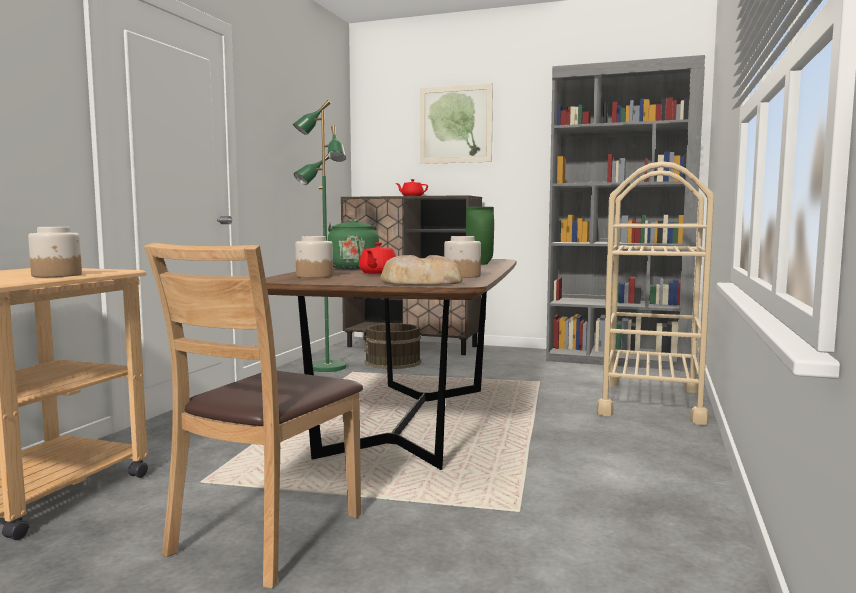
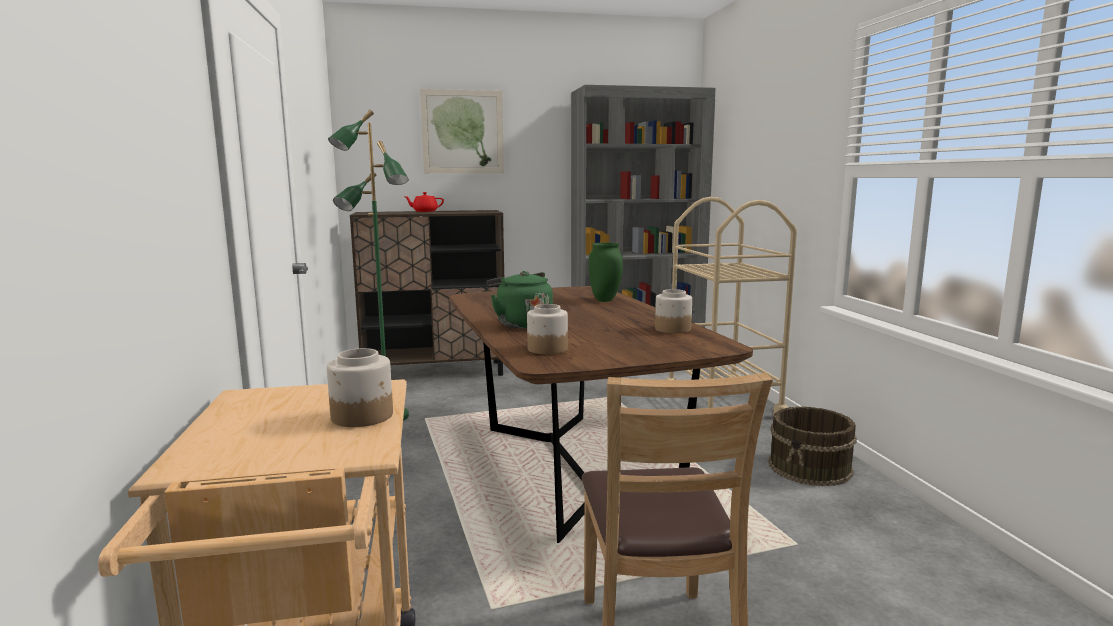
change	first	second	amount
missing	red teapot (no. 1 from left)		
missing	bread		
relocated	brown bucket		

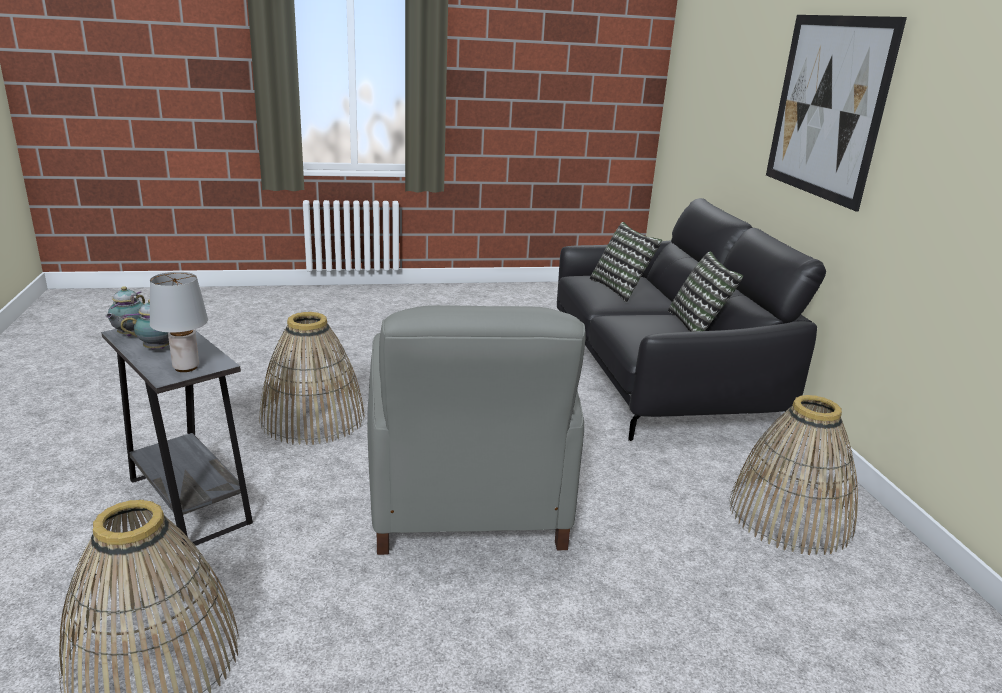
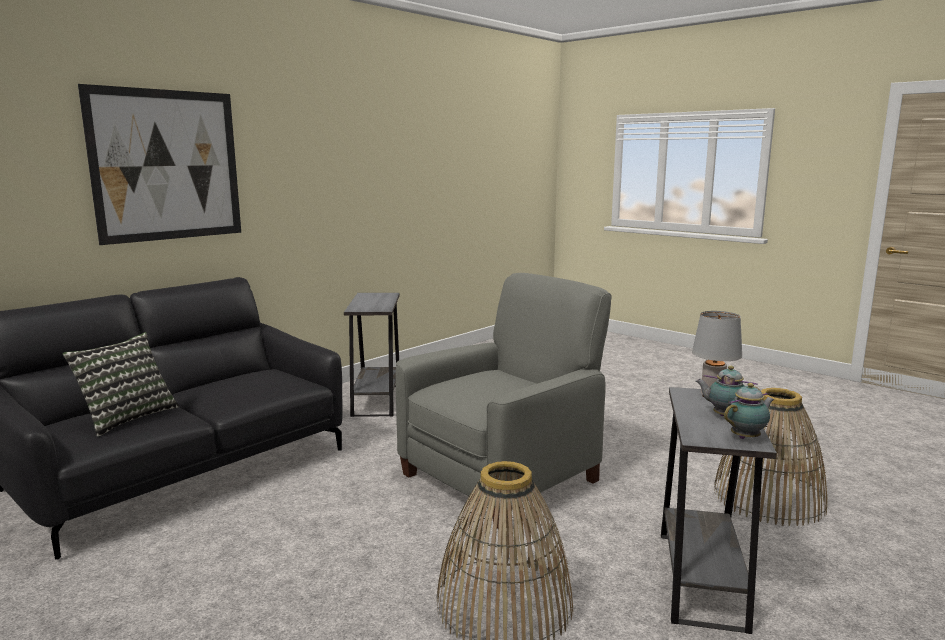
change	first	second	amount
missing	pillow (no. 2 from left)		
exchanged	basket (no. 3 from left)	grey side table (no. 1 from left)	

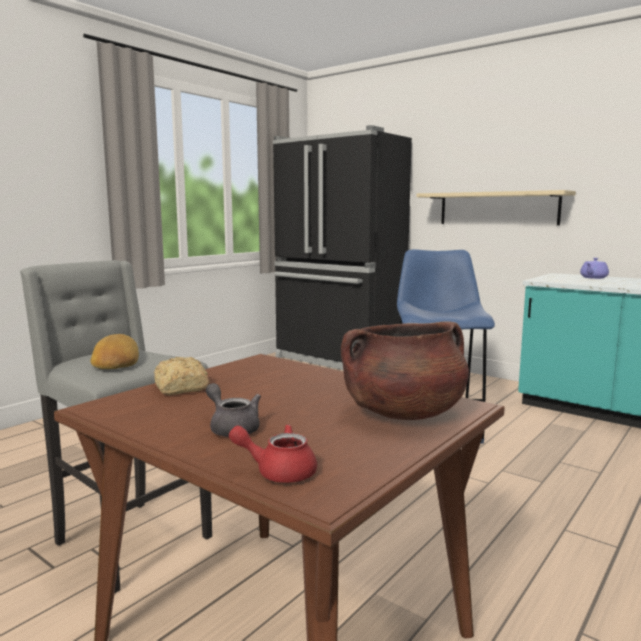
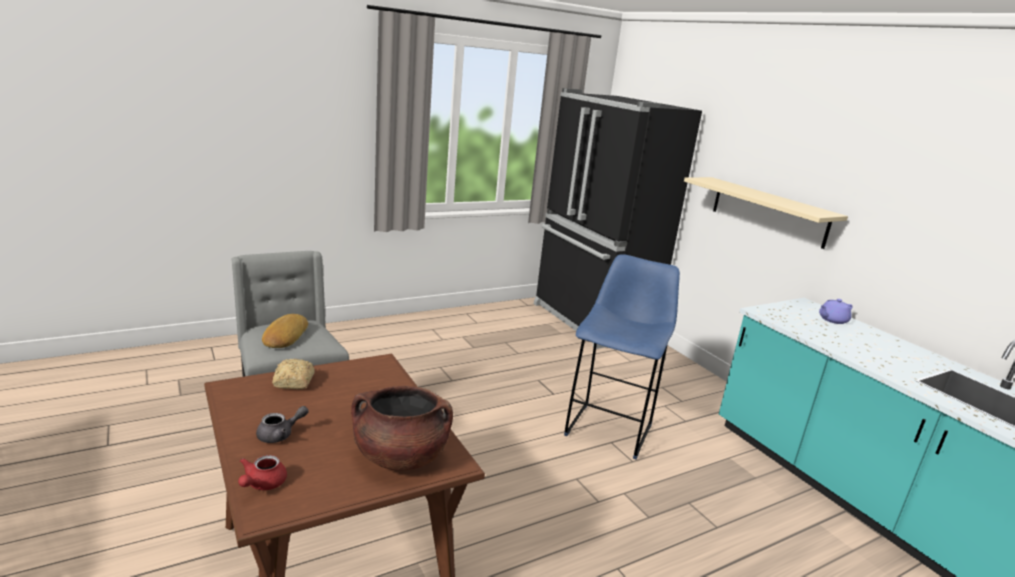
change	first	second	amount
spun	grey teapot		75 degrees clockwise
spun	red teapot		105 degrees counterclockwise

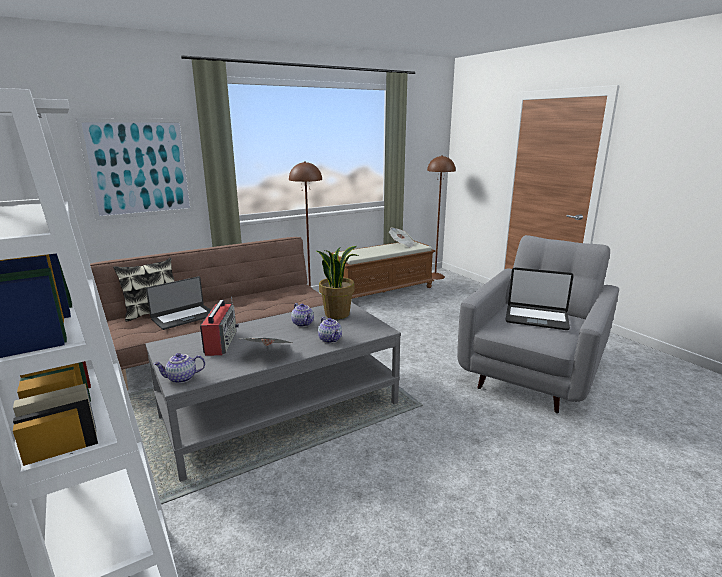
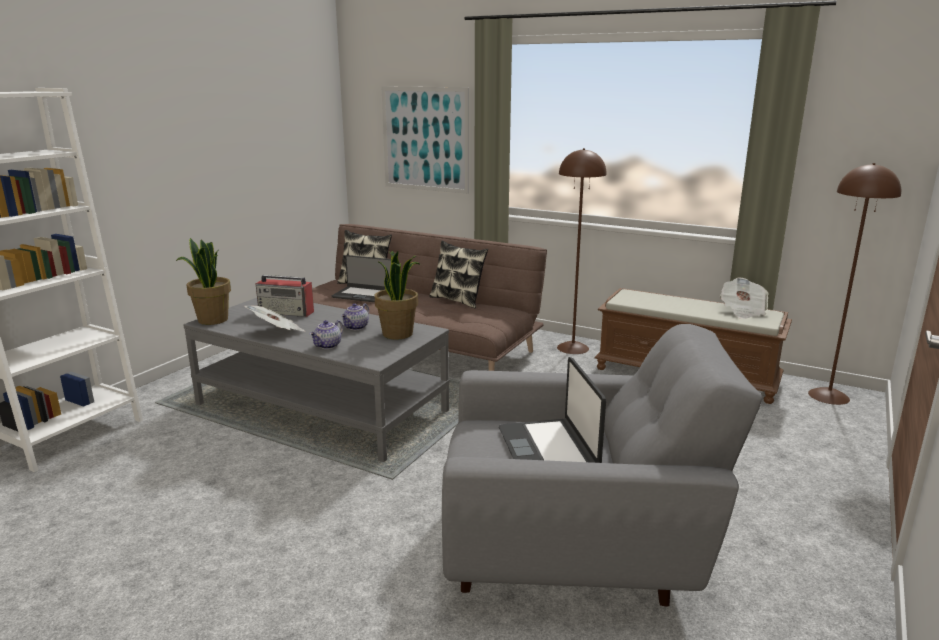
change	first	second	amount
spun	radio		45 degrees clockwise
exchanged	teapot (no. 1 from left)	potted plant (no. 1 from left)	
appeared		pillow (no. 2 from left)	

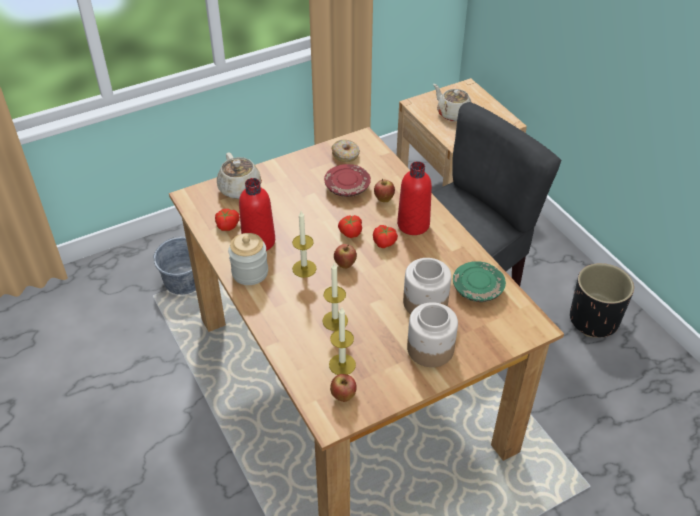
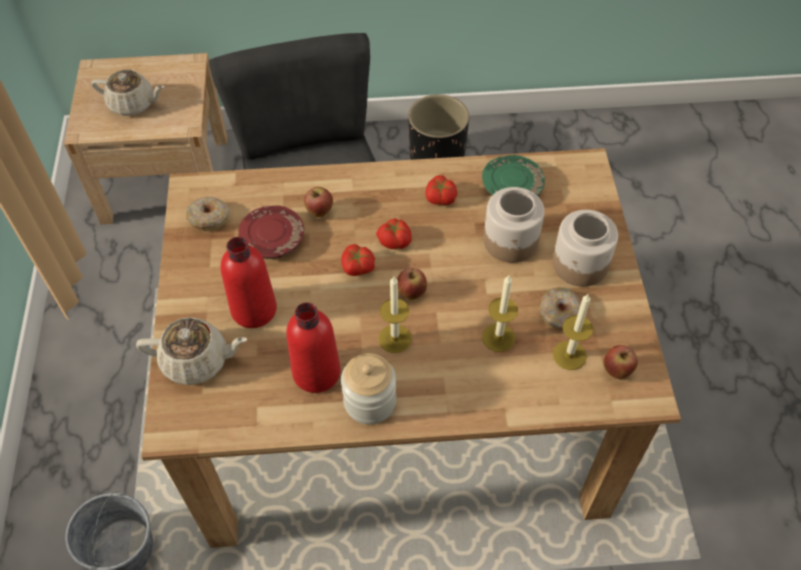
change	first	second	amount
spun	beige teapot (no. 2 from left in the first image)	beige teapot (no. 1 from left)	150 degrees counterclockwise
relocated	red bottle (no. 2 from left in the first image)	red bottle (no. 1 from left)	
relocated	tomato (no. 1 from left in the first image)	tomato (no. 3 from left)	
appeared		donut (no. 2 from left)	

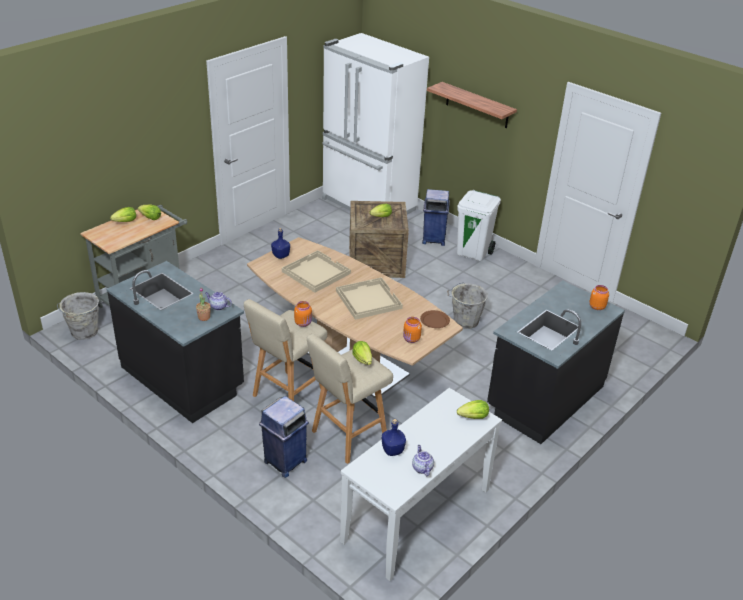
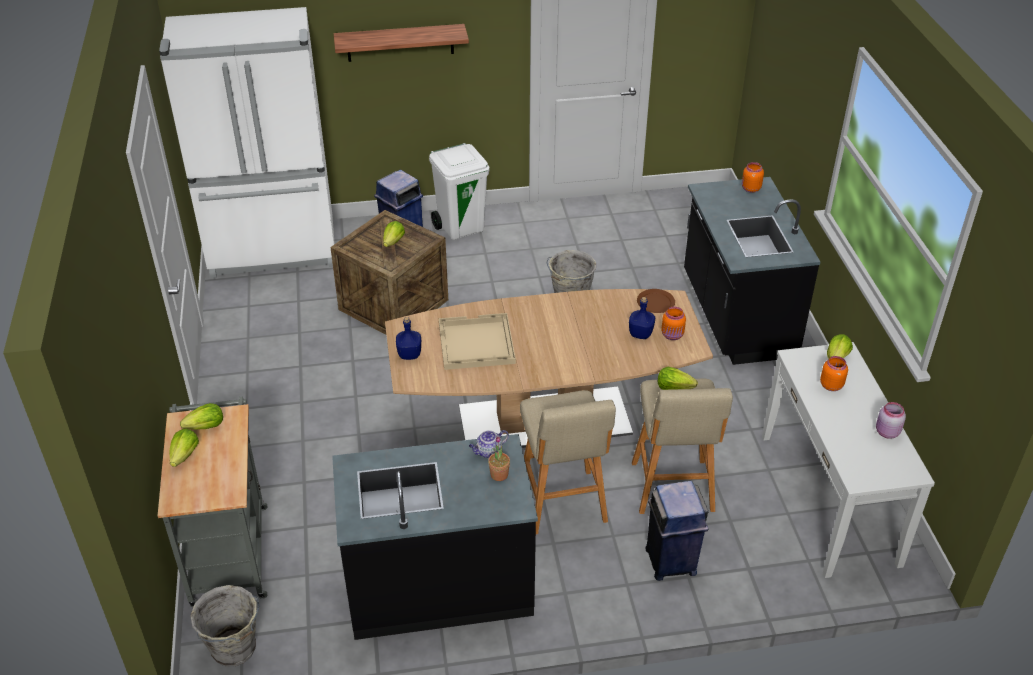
change	first	second	amount
missing	beige tray (no. 2 from left)		
relocated	orange jar (no. 1 from left in the first image)	orange jar (no. 3 from left)	
relocated	blue bottle (no. 2 from left)		
exchanged	teapot (no. 2 from left)	pink jar	

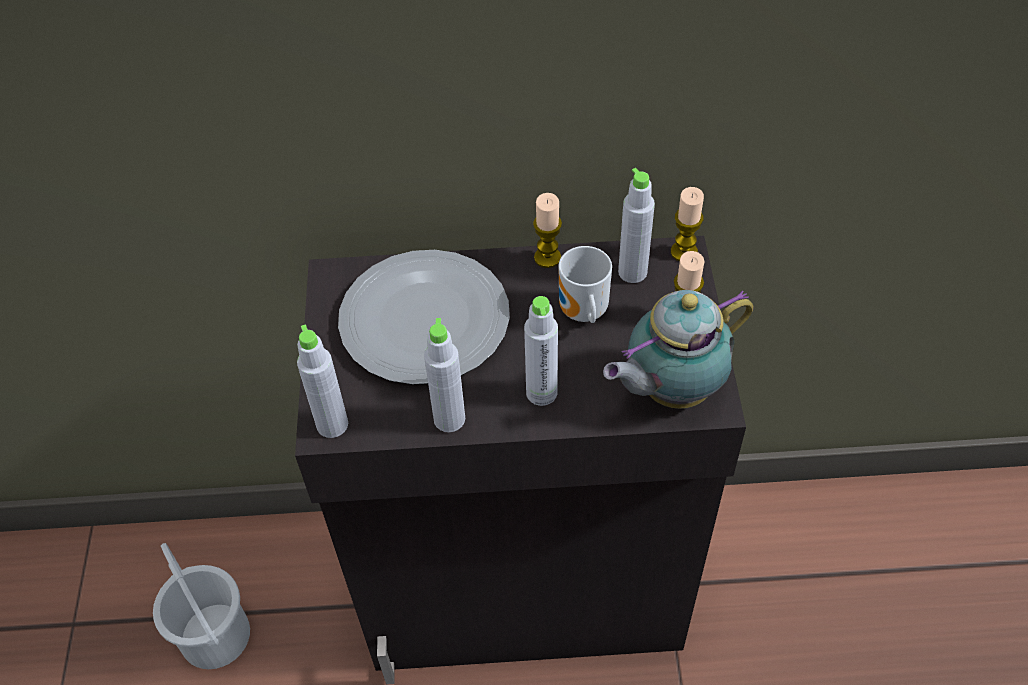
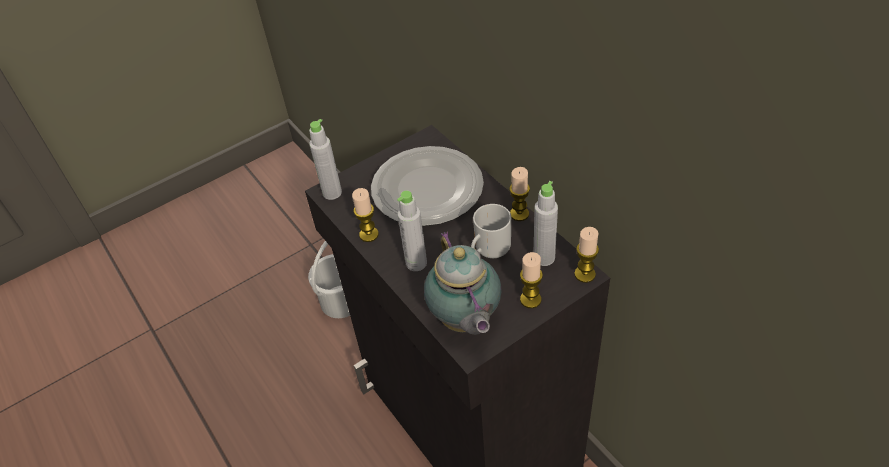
change	first	second	amount
spun	teapot		135 degrees counterclockwise
exchanged	grey bottle (no. 2 from left)	candle (no. 1 from left)	

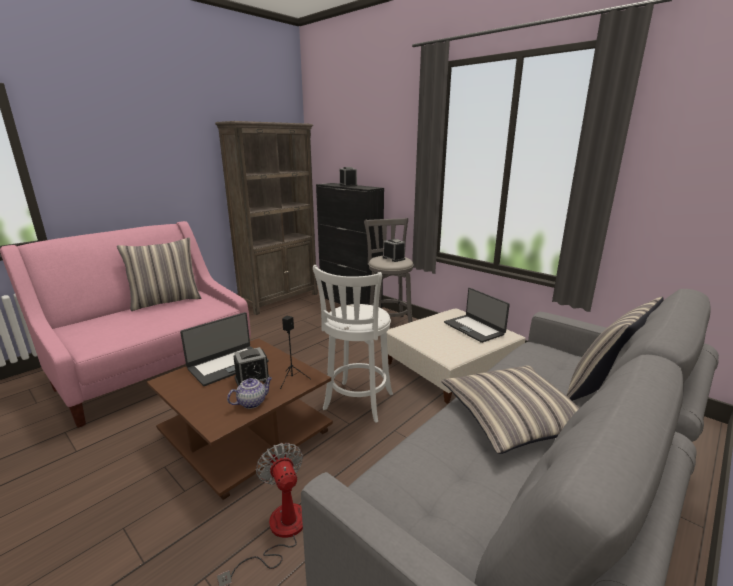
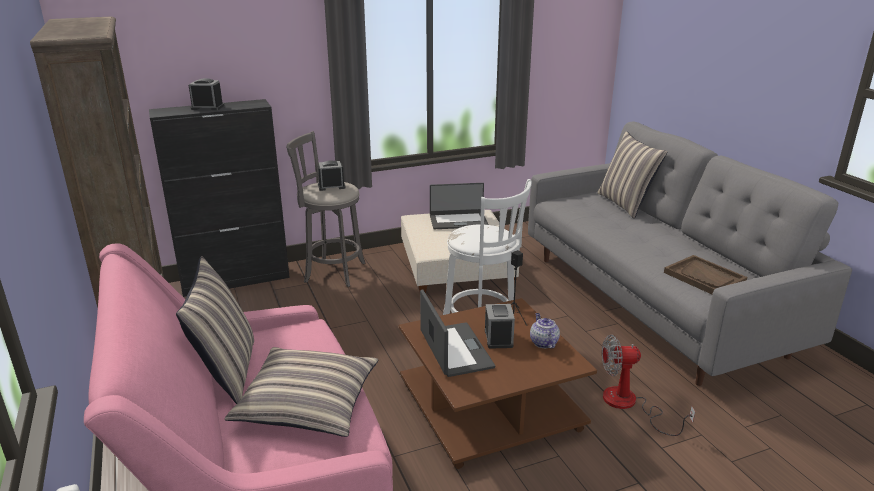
change	first	second	amount
relocated	pillow (no. 2 from left)		
appeared		brown tray	

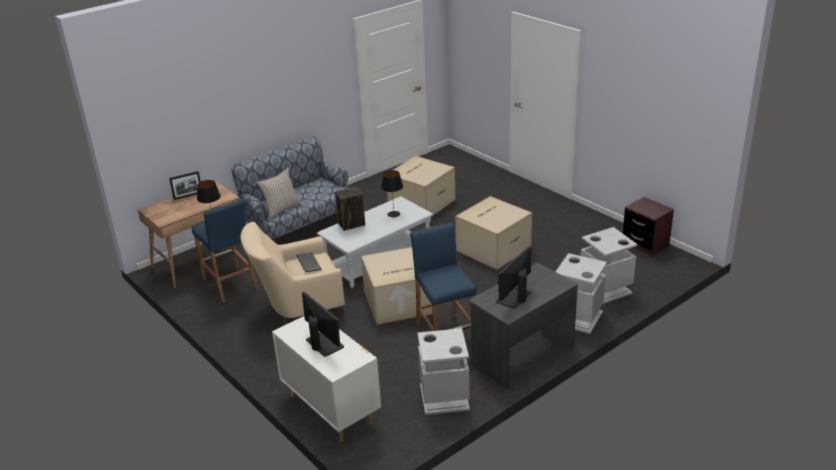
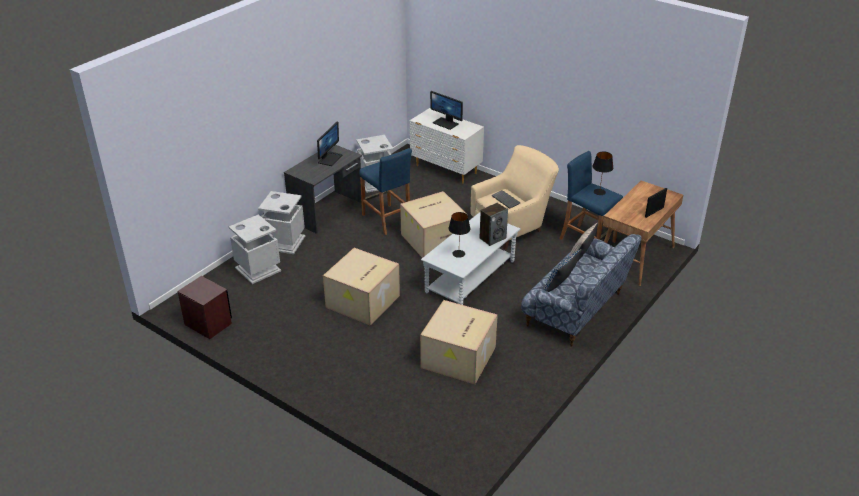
change	first	second	amount
appeared		blue pillow	

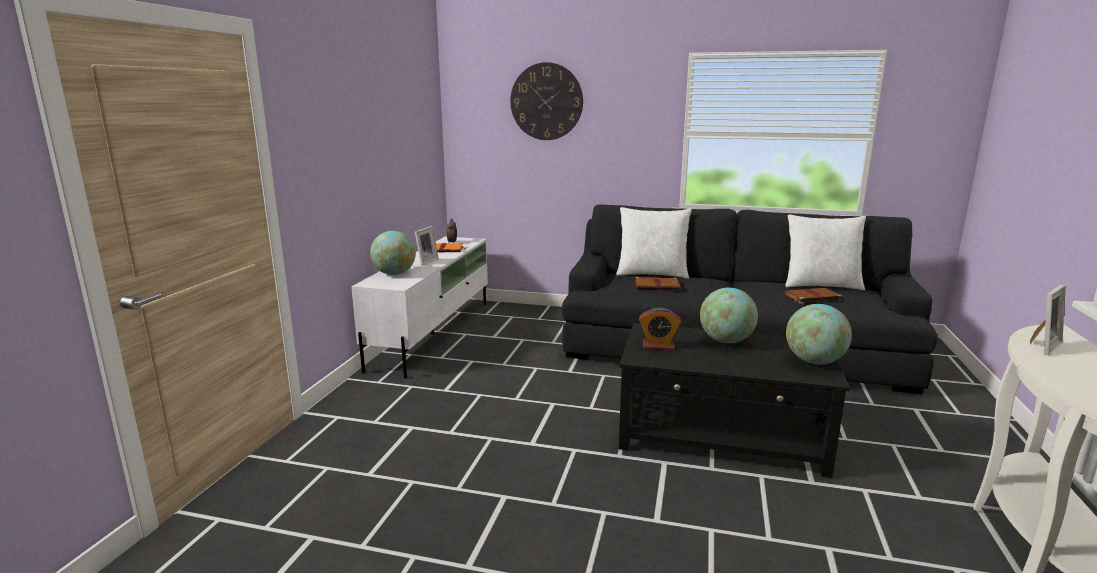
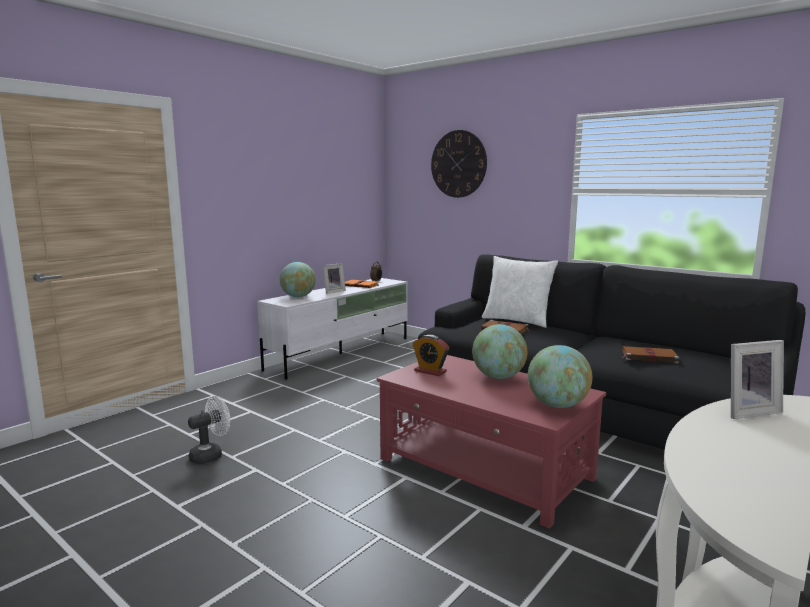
change	first	second	amount
missing	white pillow (no. 2 from left)		
colour	black coffee table	red coffee table	
appeared		white fan	

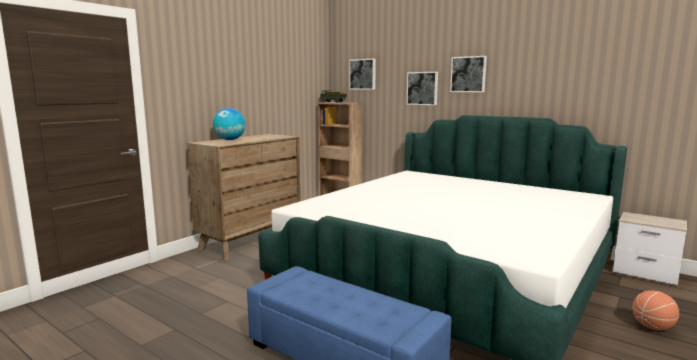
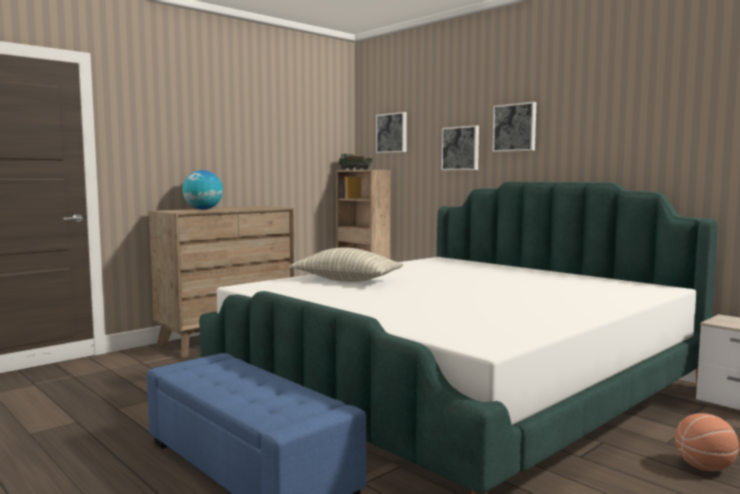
change	first	second	amount
appeared		pillow	

